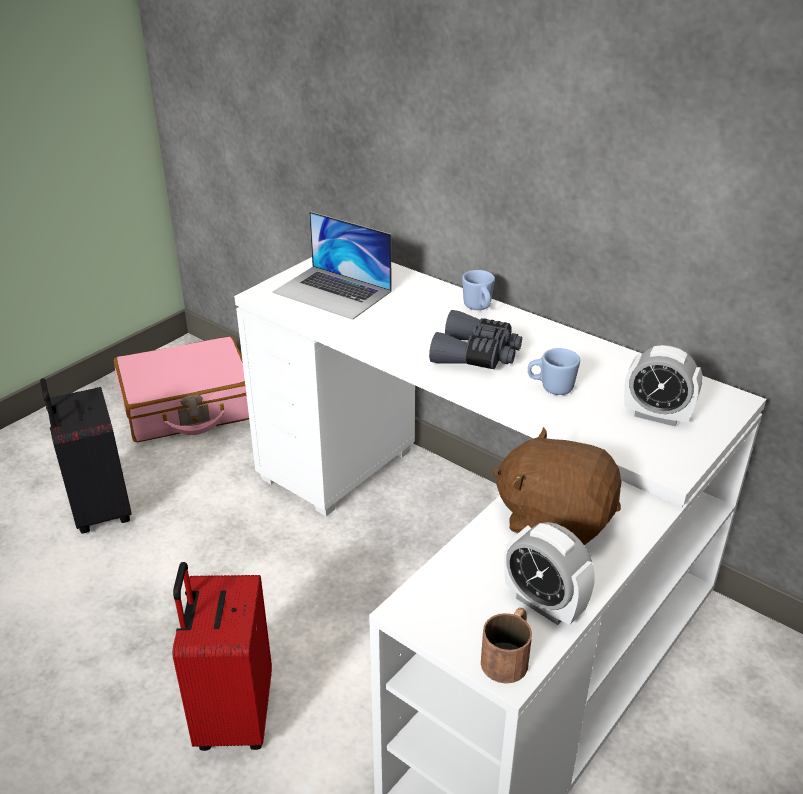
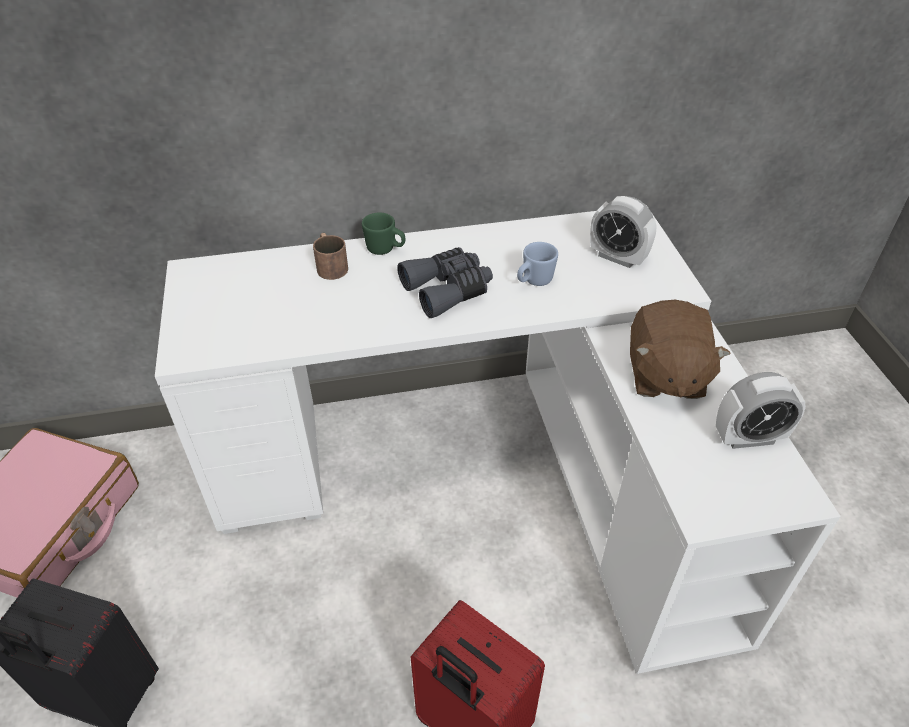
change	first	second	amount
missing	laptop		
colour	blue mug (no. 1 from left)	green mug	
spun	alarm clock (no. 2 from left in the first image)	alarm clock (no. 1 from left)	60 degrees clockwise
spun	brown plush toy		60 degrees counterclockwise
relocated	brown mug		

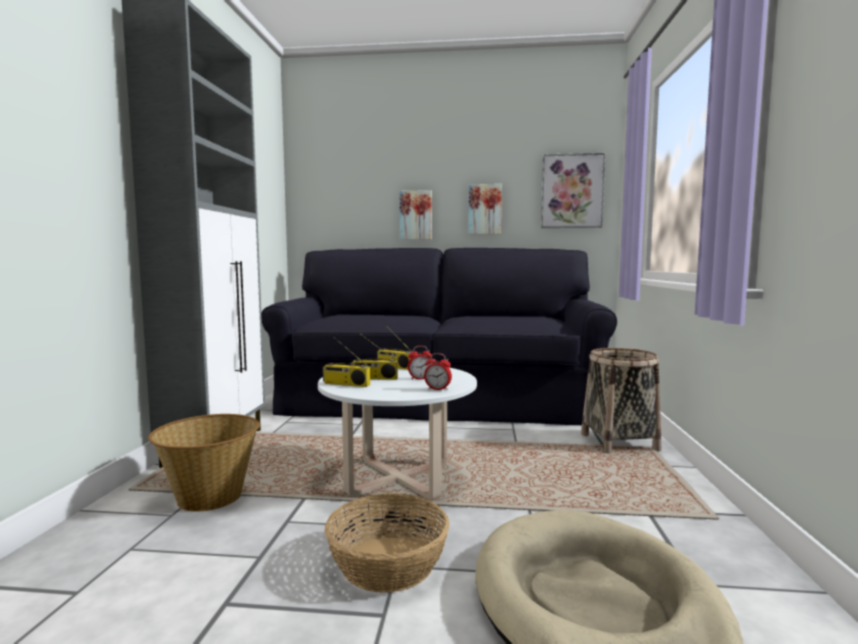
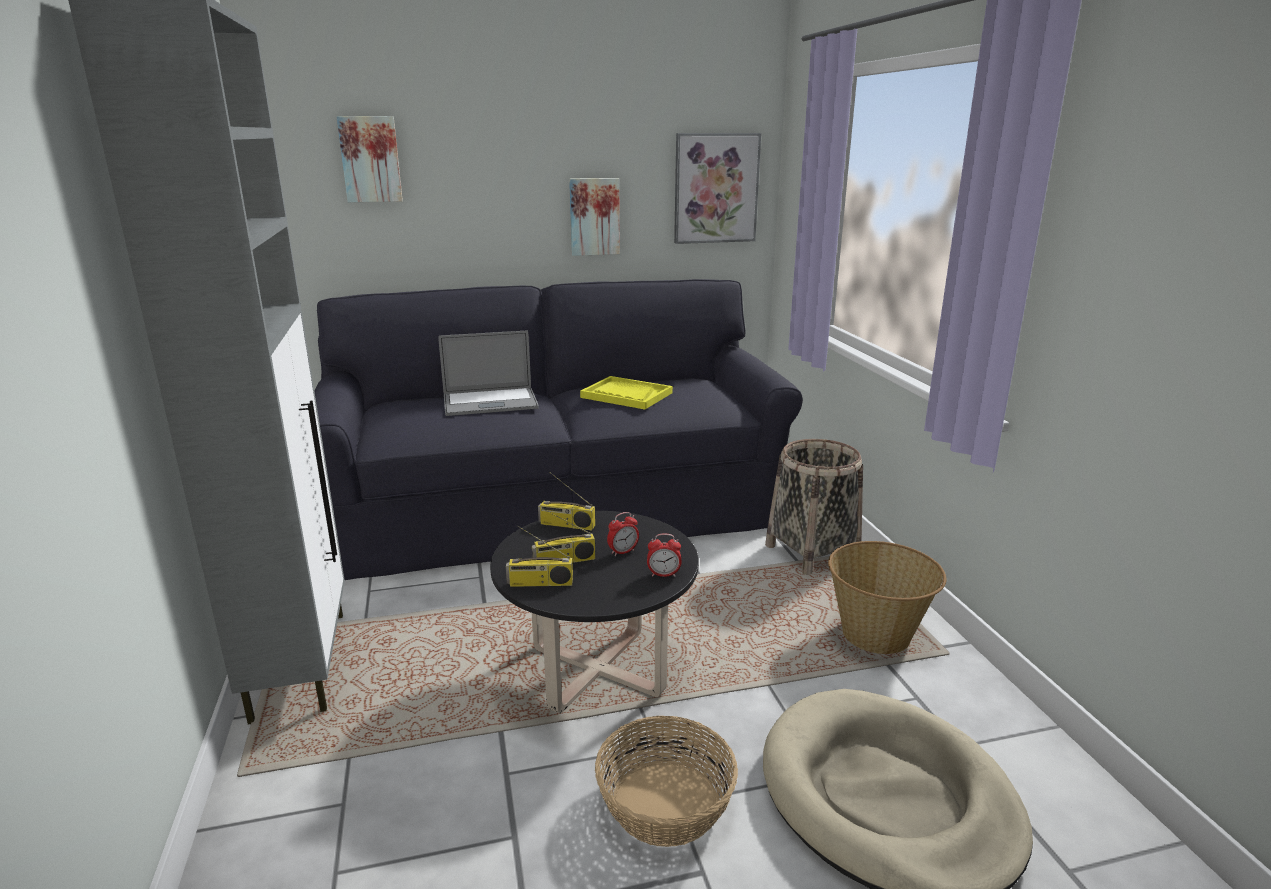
change	first	second	amount
relocated	picture (no. 1 from left)		
colour	white coffee table	black coffee table	
relocated	basket (no. 1 from left in the first image)	basket (no. 3 from left)	
appeared		laptop	
appeared		yellow tray	

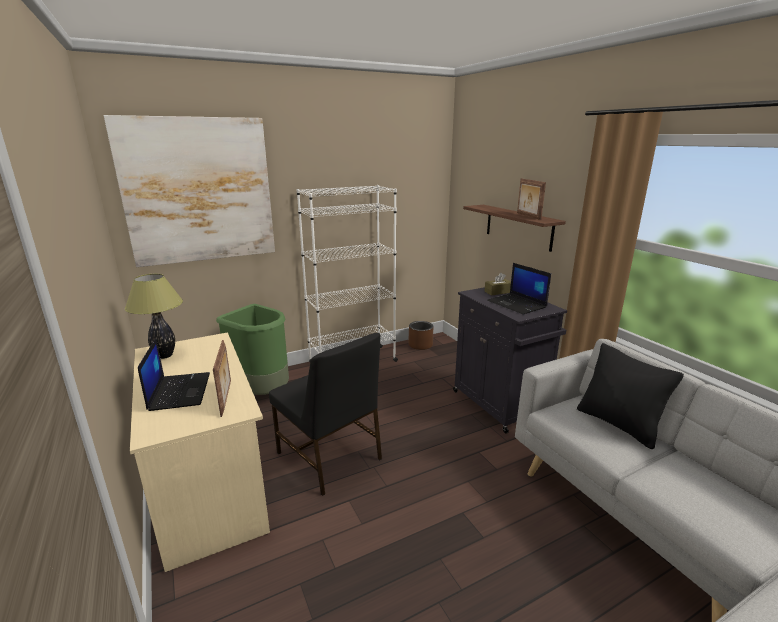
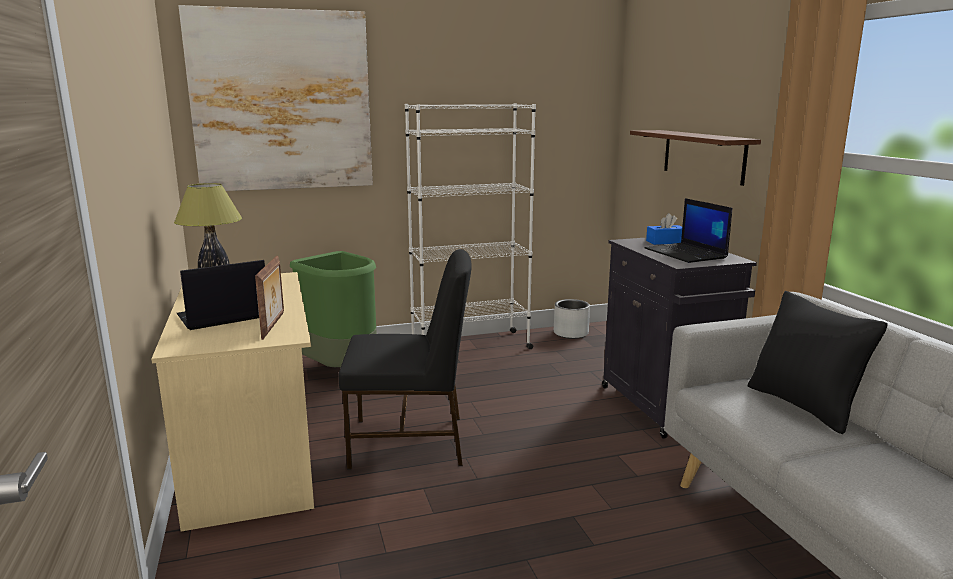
change	first	second	amount
missing	picture frame (no. 2 from left)		
colour	brown tissue box	blue tissue box	
colour	brown planter	grey planter	
spun	black chair		60 degrees counterclockwise
spun	laptop (no. 1 from left)		120 degrees counterclockwise

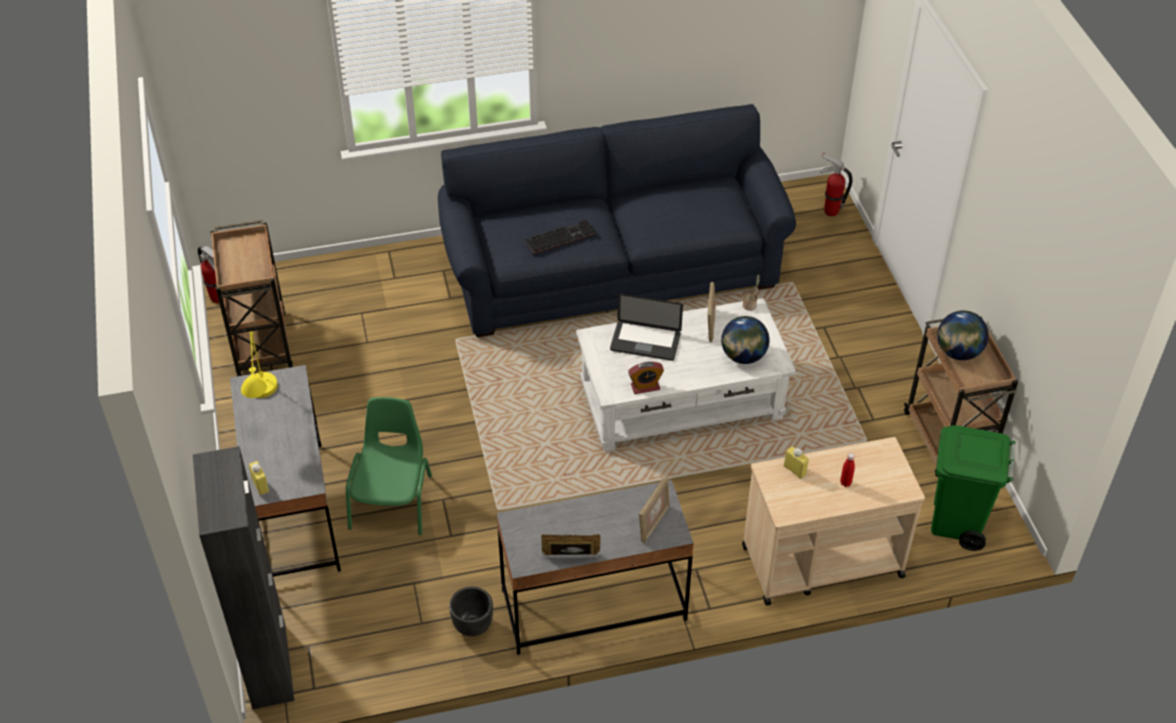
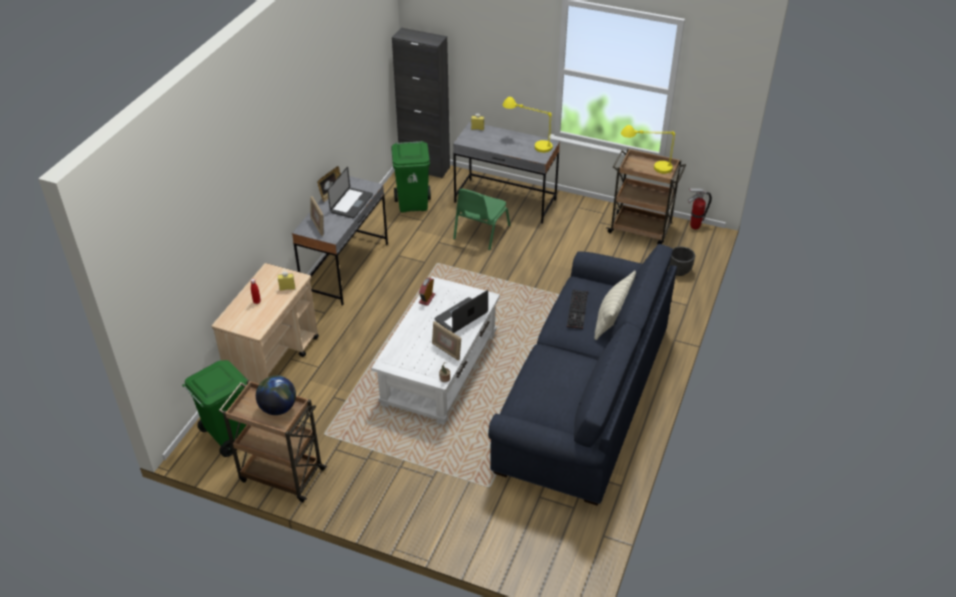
change	first	second	amount
missing	fire extinguisher (no. 2 from left)		
missing	globe (no. 1 from left)		
spun	green chair		75 degrees clockwise
relocated	black planter		
appeared		yellow table lamp (no. 2 from left)	
appeared		green trash can (no. 2 from left)	
appeared		laptop (no. 1 from left)	
appeared		pillow	

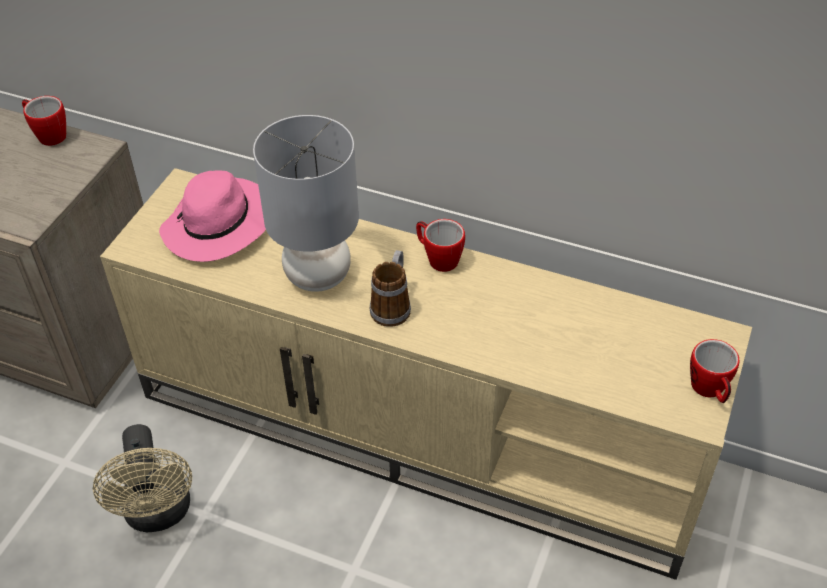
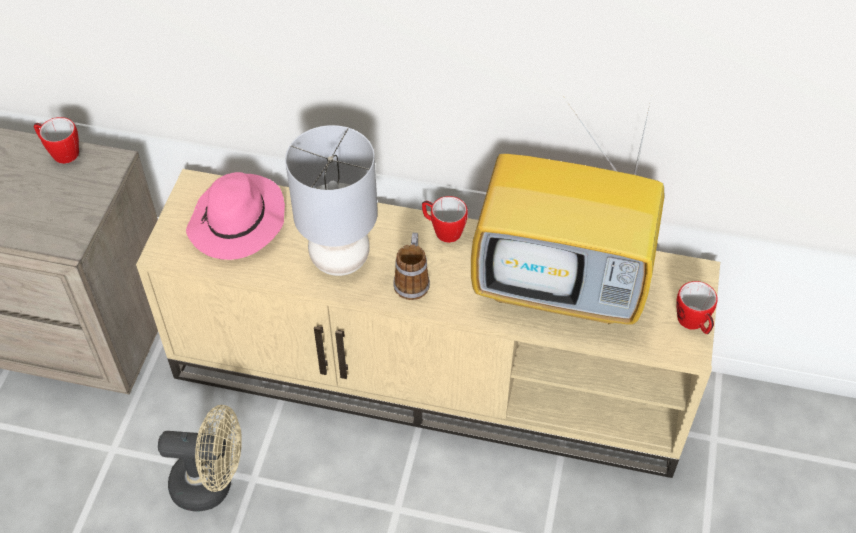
change	first	second	amount
spun	beige fan		60 degrees counterclockwise
appeared		television	

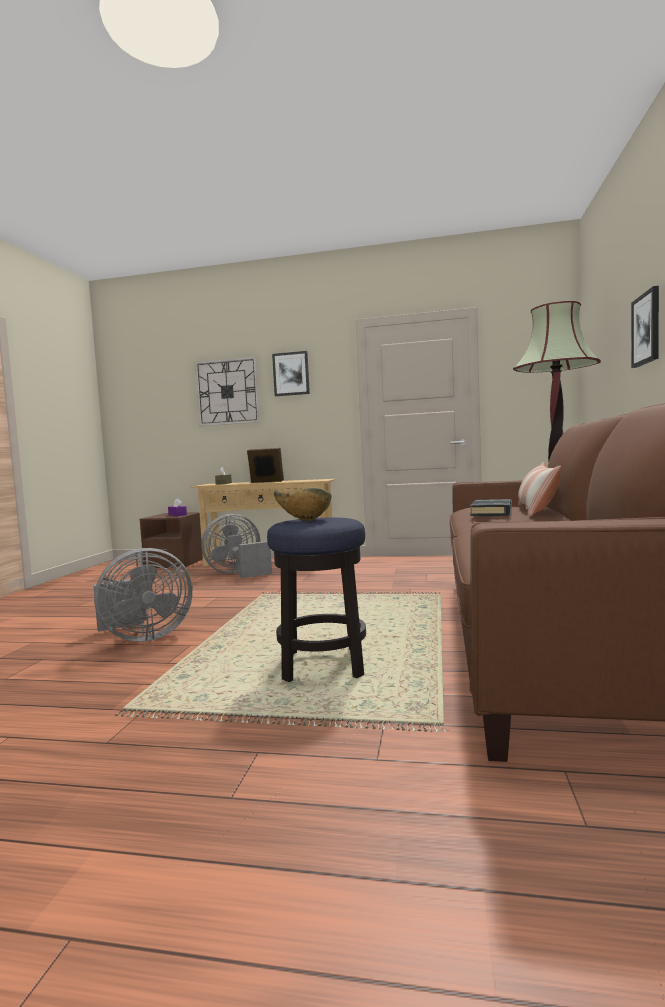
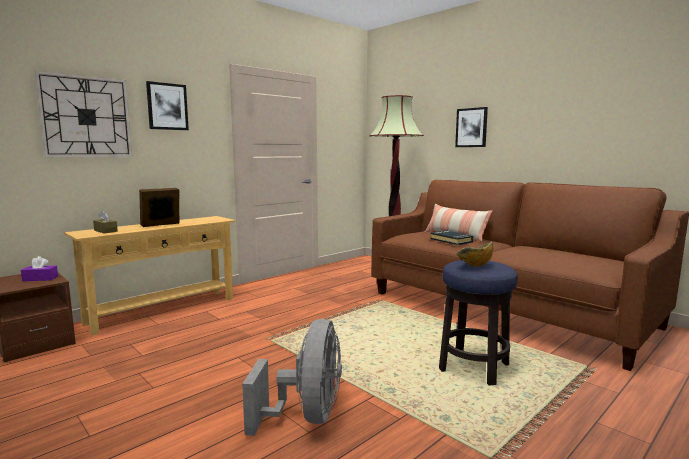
change	first	second	amount
missing	grey fan (no. 2 from left)		

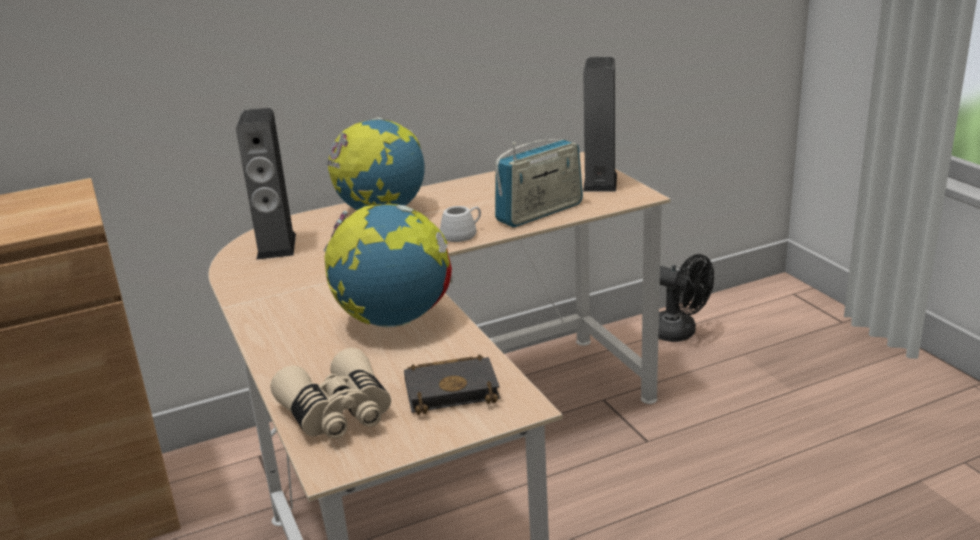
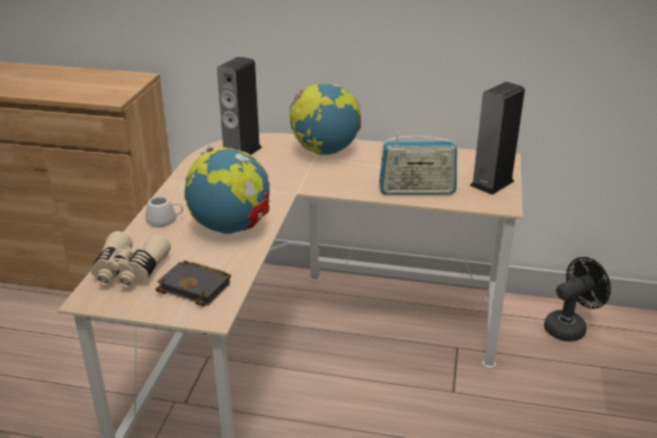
change	first	second	amount
relocated	white mug		
spun	black fan		105 degrees counterclockwise

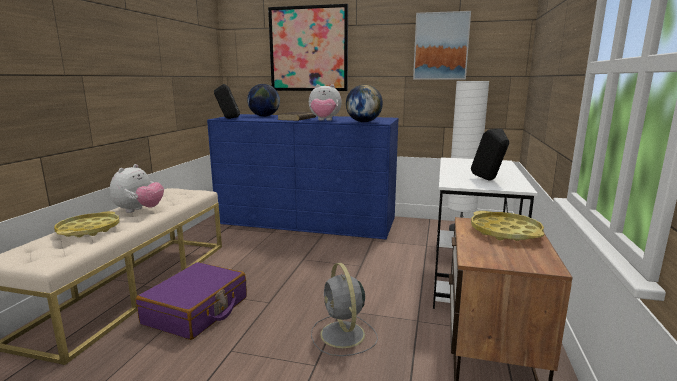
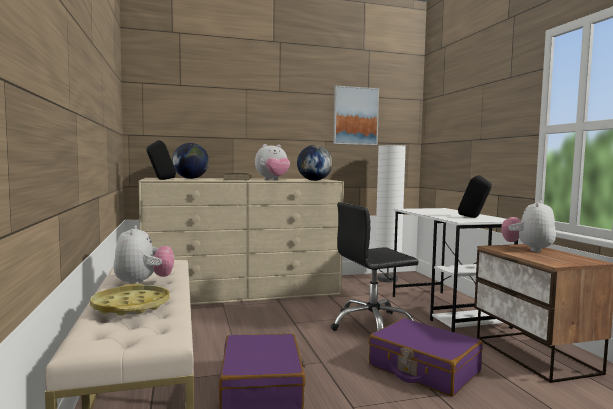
change	first	second	amount
missing	picture (no. 1 from left)		
colour	blue dresser	beige dresser	
exchanged	yellow tray (no. 2 from left)	plush toy (no. 3 from left)	
exchanged	grey fan	purple suitcase (no. 2 from left)	
appeared		black office chair	

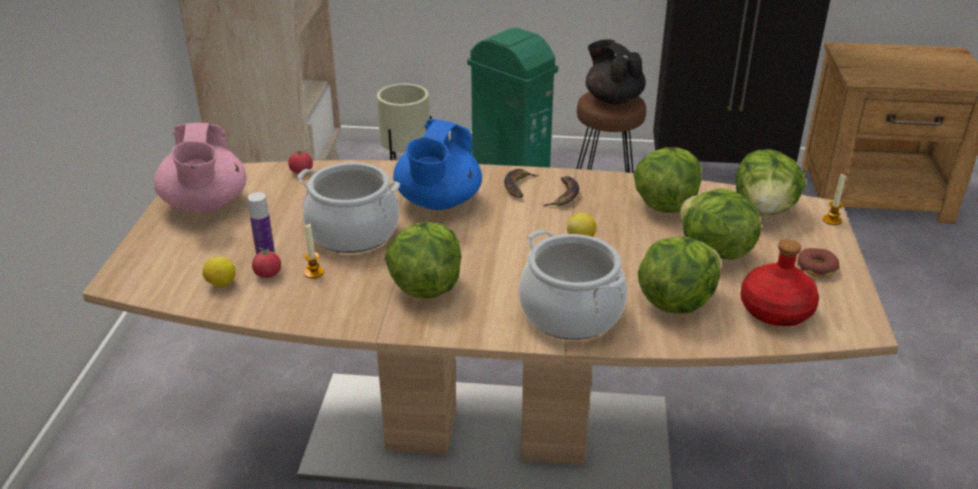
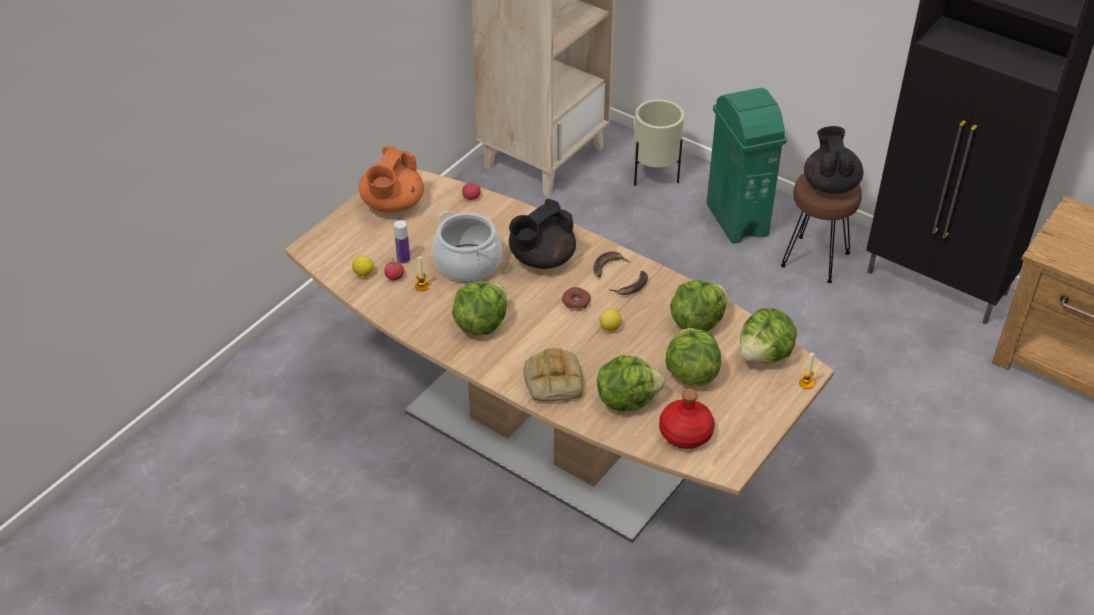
change	first	second	amount
colour	blue teapot	black teapot (no. 1 from left)	
colour	pink teapot	orange teapot	
exchanged	cooking pot (no. 2 from left)	bread	
relocated	donut		

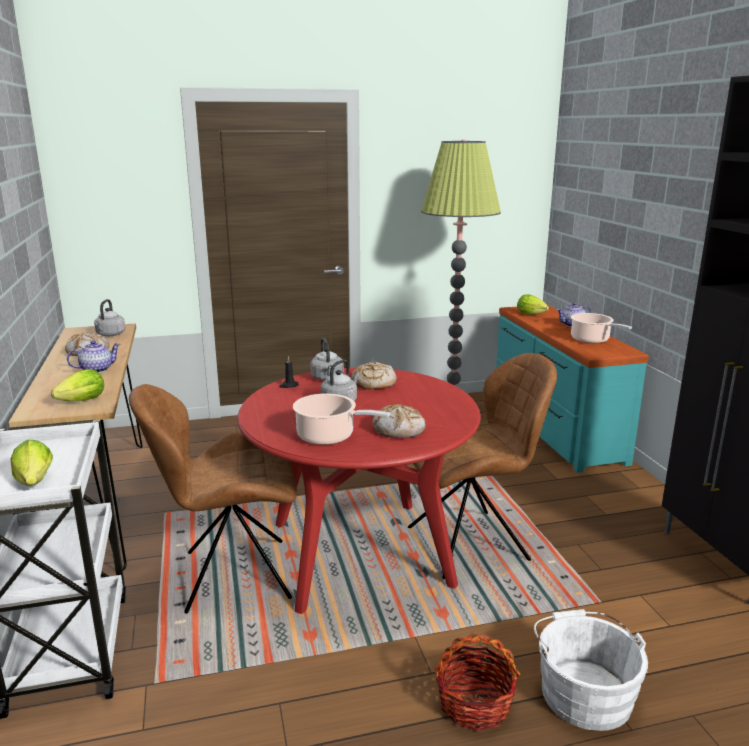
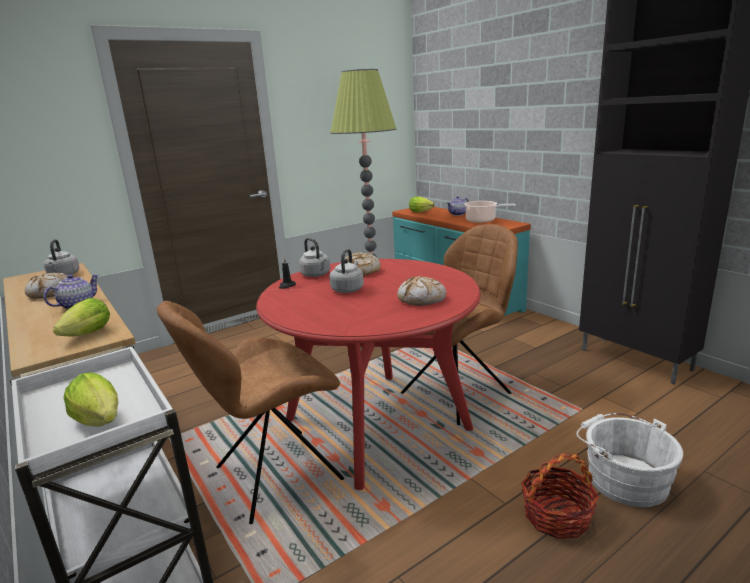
change	first	second	amount
missing	cooking pot (no. 1 from left)		

